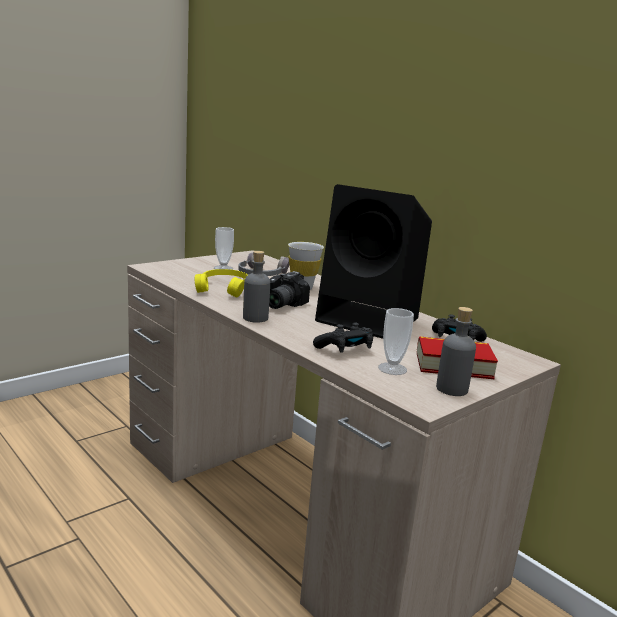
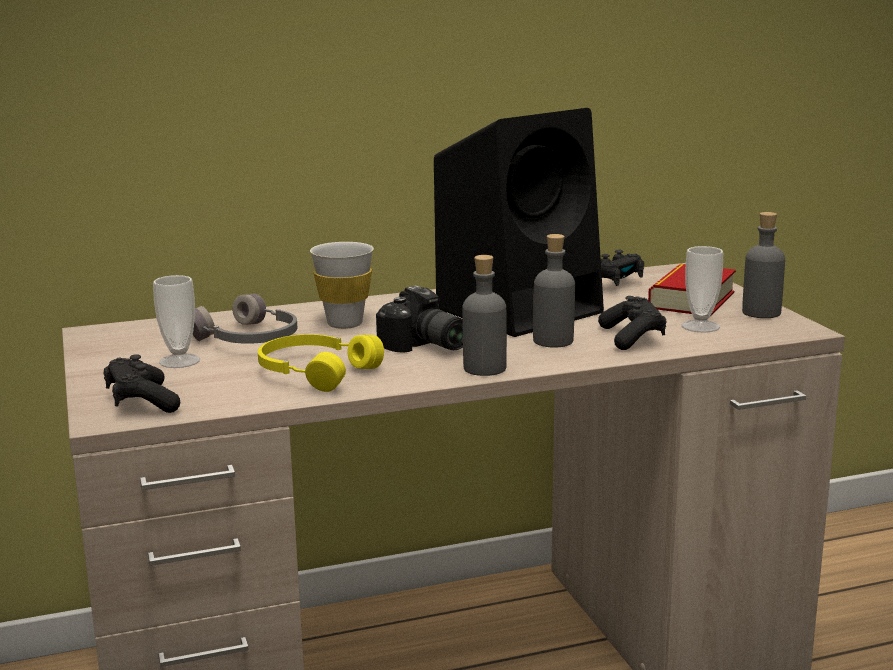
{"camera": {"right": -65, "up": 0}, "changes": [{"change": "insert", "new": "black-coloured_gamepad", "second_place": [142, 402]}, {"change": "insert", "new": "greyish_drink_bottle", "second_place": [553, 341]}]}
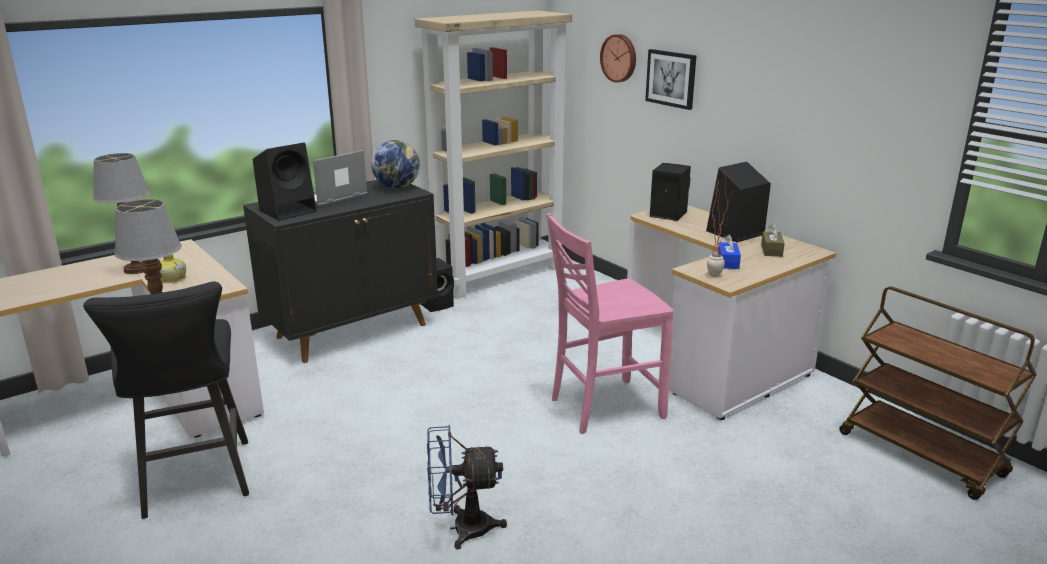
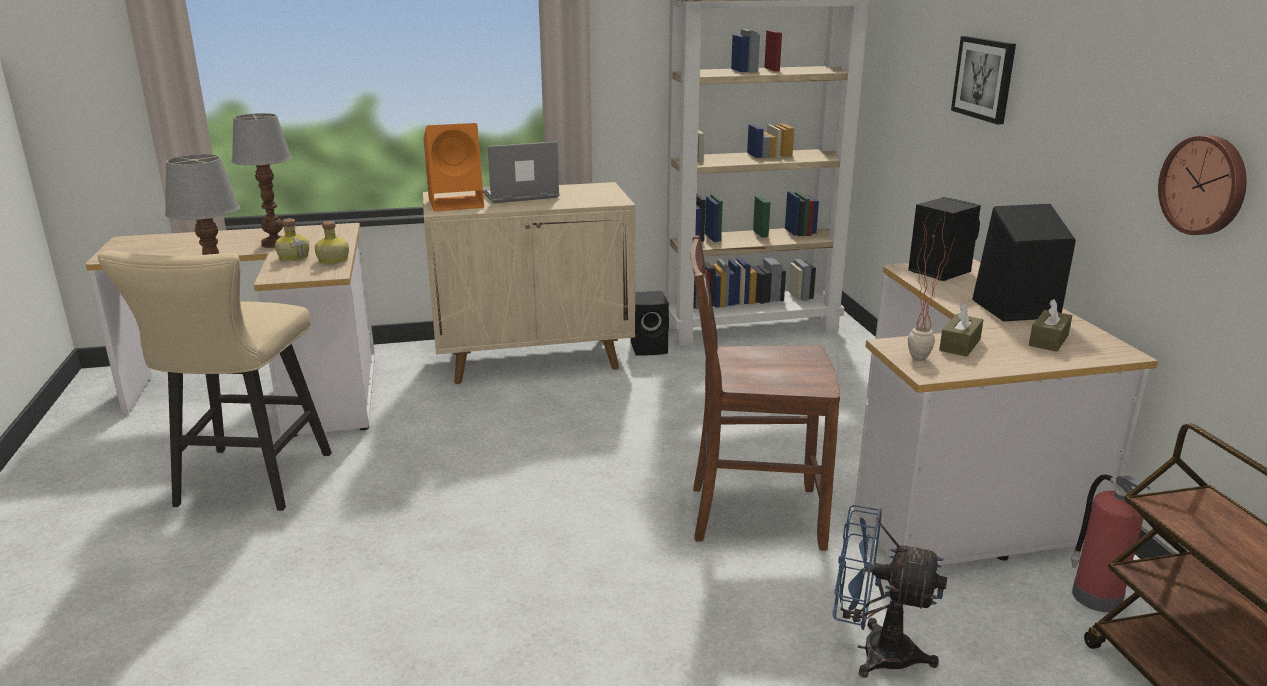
{"camera": {"right": 25, "up": 0}, "changes": [{"change": "delete", "old": "world_globe", "first_place": [397, 187]}, {"change": "insert", "new": "drink_bottle", "second_place": [332, 260]}, {"change": "insert", "new": "fire_extinguisher", "second_place": [1095, 595]}, {"change": "move", "old": "blue_fan", "first_place": [461, 528], "second_place": [873, 651]}, {"change": "move", "old": "clock_on_the_wall", "first_place": [619, 58], "second_place": [1205, 185]}, {"change": "recolor", "old": "black-coloured_stool_seat", "new": "beige_stool_seat", "first_place": [195, 483], "second_place": [247, 484]}, {"change": "recolor", "old": "black-coloured_cabinet", "new": "beige_cabinet", "first_place": [353, 330], "second_place": [535, 359]}, {"change": "recolor", "old": "black-coloured_audio_speaker", "new": "orangey_audio_speaker", "first_place": [289, 211], "second_place": [457, 203]}, {"change": "recolor", "old": "pinkish_upright_chair", "new": "brown_upright_chair", "first_place": [604, 407], "second_place": [752, 515]}, {"change": "recolor", "old": "blue_tissue_holder", "new": "brown_tissue_holder", "first_place": [728, 262], "second_place": [960, 345]}]}
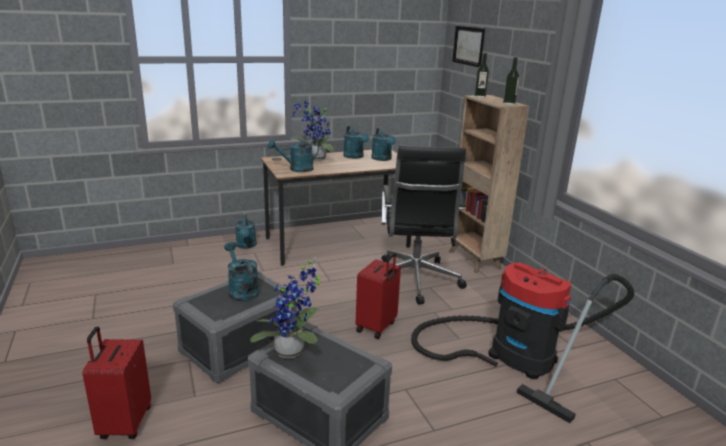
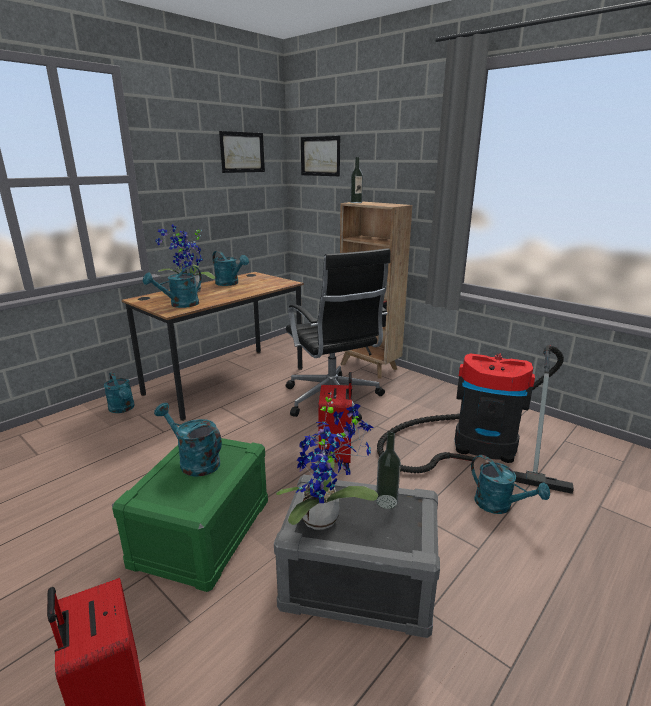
{"camera": {"right": -25, "up": 0}, "changes": [{"change": "insert", "new": "wall_art", "second_place": [242, 152]}, {"change": "move", "old": "turquoise-coloured_sprinkling_can", "first_place": [383, 159], "second_place": [499, 505]}, {"change": "move", "old": "drink_bottle", "first_place": [509, 103], "second_place": [386, 501]}, {"change": "recolor", "old": "greyish_storage_box", "new": "green-coloured_storage_box", "first_place": [239, 347], "second_place": [203, 533]}]}
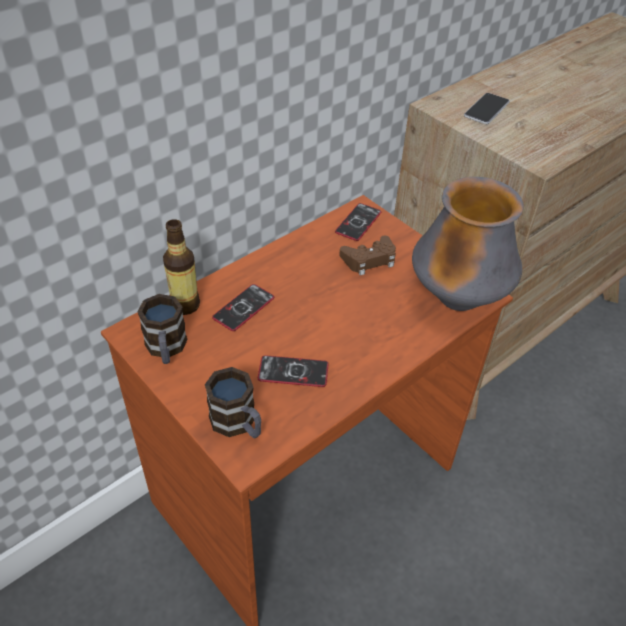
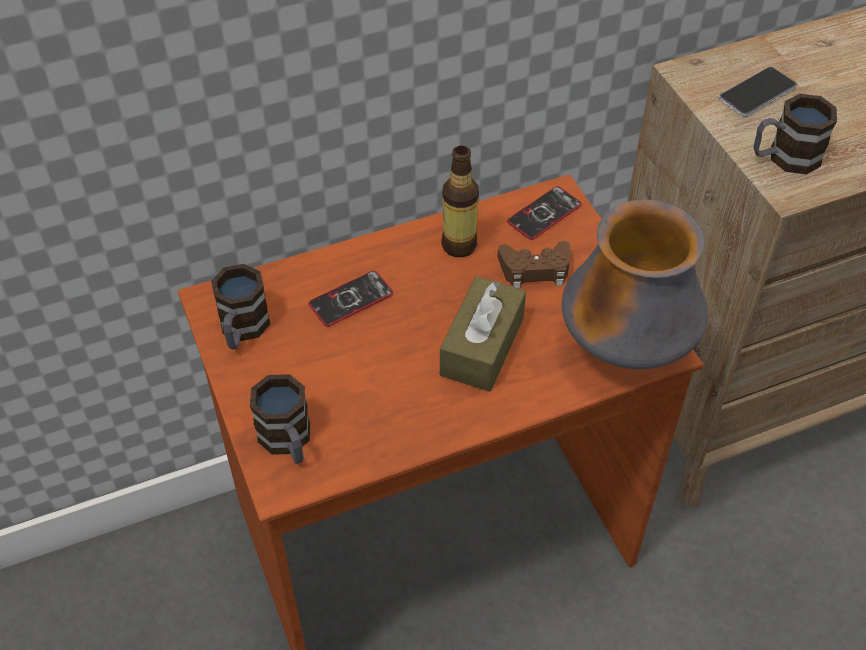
{"camera": {"right": 20, "up": 5}, "changes": [{"change": "delete", "old": "handset", "first_place": [293, 372]}, {"change": "insert", "new": "brown_tissue_holder", "second_place": [482, 346]}, {"change": "insert", "new": "tea_mug", "second_place": [784, 158]}, {"change": "move", "old": "drink_bottle", "first_place": [185, 305], "second_place": [459, 245]}]}
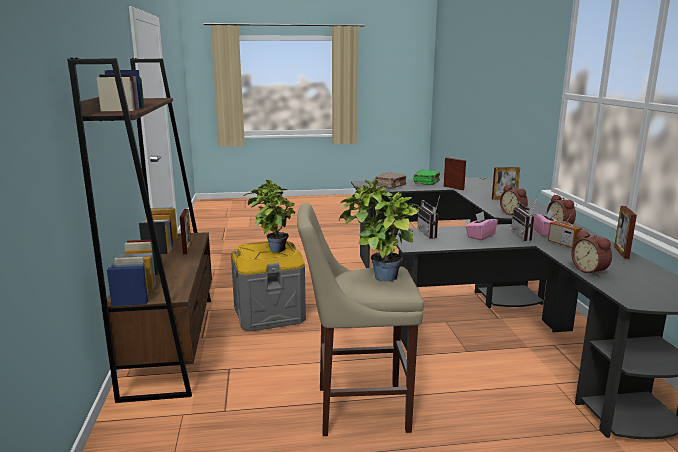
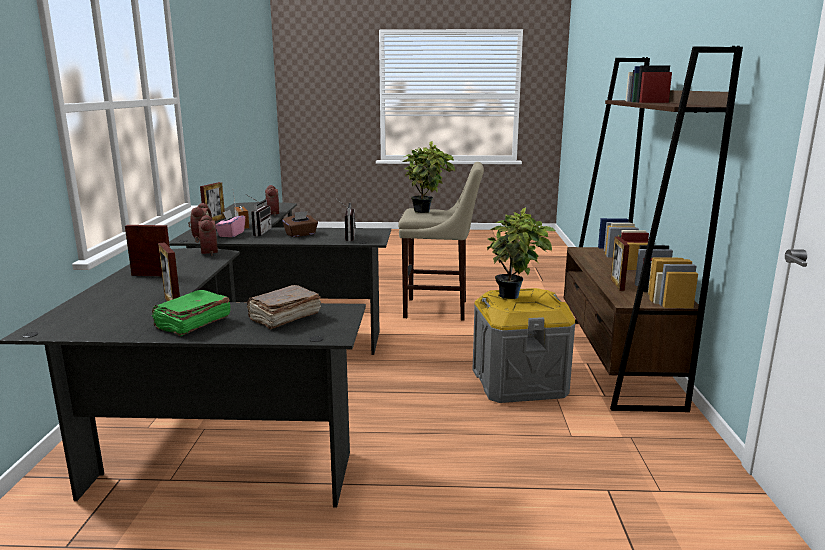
{"camera": {"right": -170, "up": 0}, "changes": [{"change": "recolor", "old": "pinkish_tissue_holder", "new": "brown_tissue_holder", "first_place": [480, 236], "second_place": [301, 234]}]}
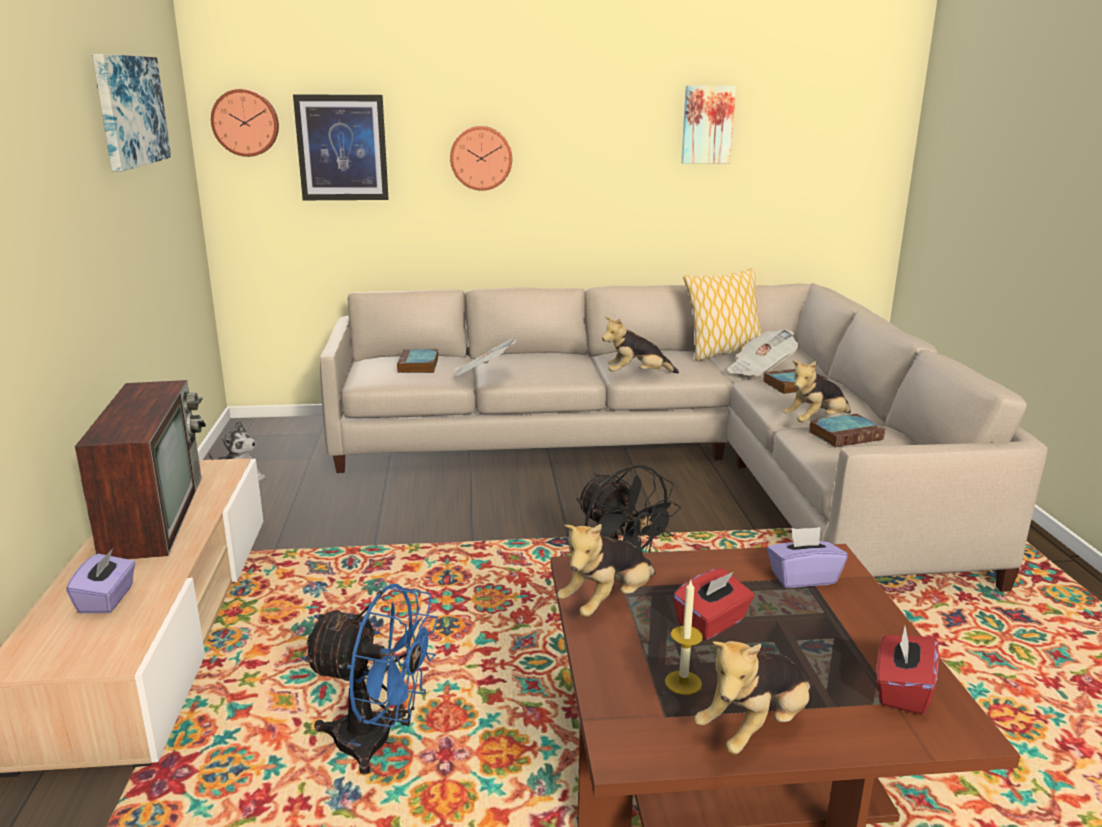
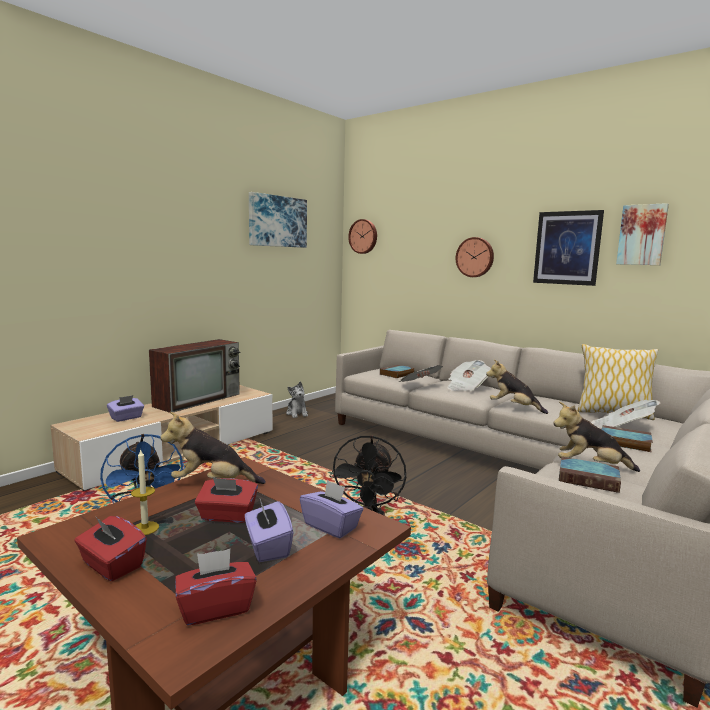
{"camera": {"right": 45, "up": -10}, "changes": [{"change": "insert", "new": "purplish_tissue_holder", "second_place": [267, 547]}, {"change": "insert", "new": "newspaper", "second_place": [466, 387]}, {"change": "move", "old": "wall_art", "first_place": [342, 148], "second_place": [567, 248]}, {"change": "replace", "old": "plush_toy", "new": "reddish_tissue_holder", "first_place": [755, 728], "second_place": [111, 565]}]}
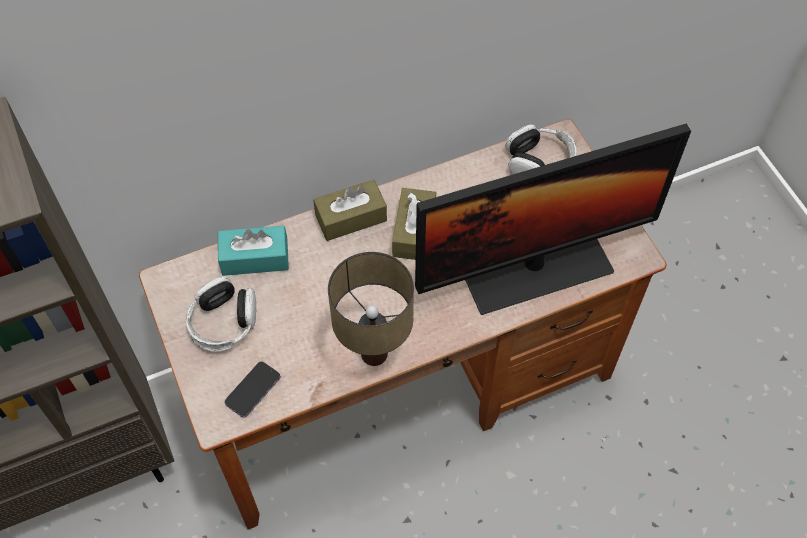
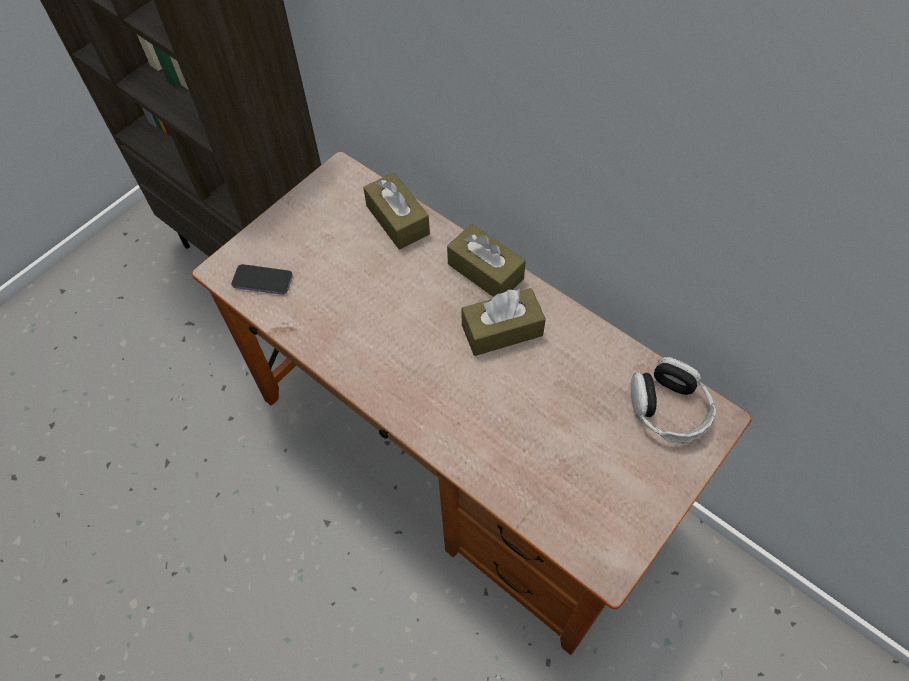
{"camera": {"right": 65, "up": 0}, "changes": [{"change": "delete", "old": "headset", "first_place": [224, 322]}, {"change": "delete", "old": "table_lamp", "first_place": [373, 353]}, {"change": "delete", "old": "computer_screen", "first_place": [535, 267]}, {"change": "recolor", "old": "turquoise-coloured_tissue_holder", "new": "brown_tissue_holder", "first_place": [255, 258], "second_place": [397, 220]}]}
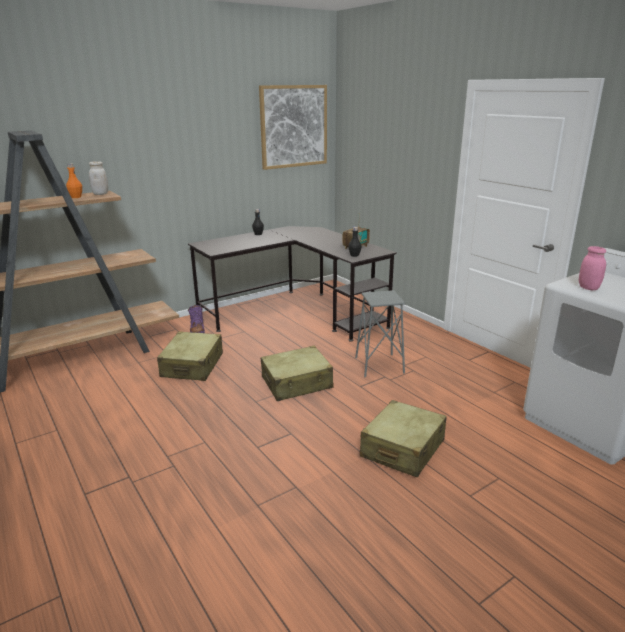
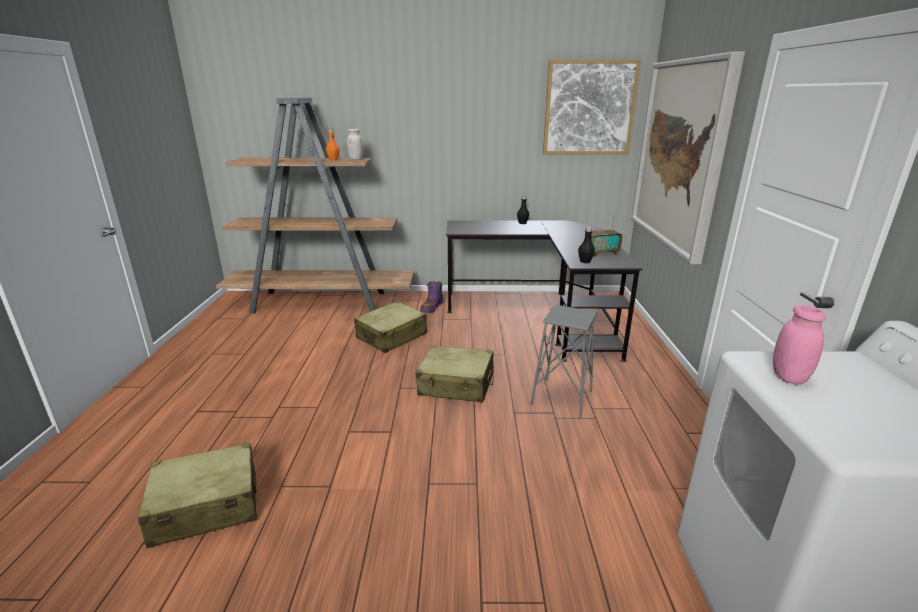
{"camera": {"right": 35, "up": 0}, "changes": [{"change": "insert", "new": "wall_art", "second_place": [680, 155]}, {"change": "move", "old": "beige_piece_of_luggage", "first_place": [402, 449], "second_place": [206, 506]}]}
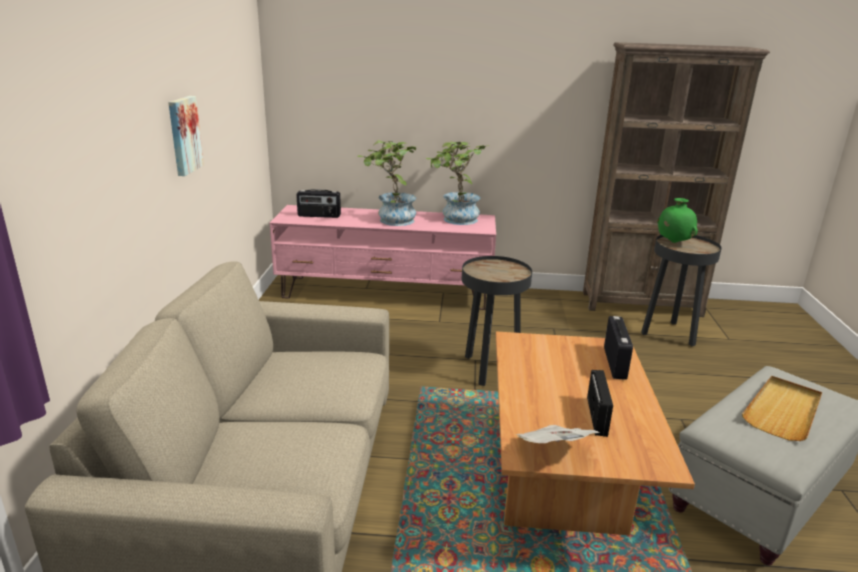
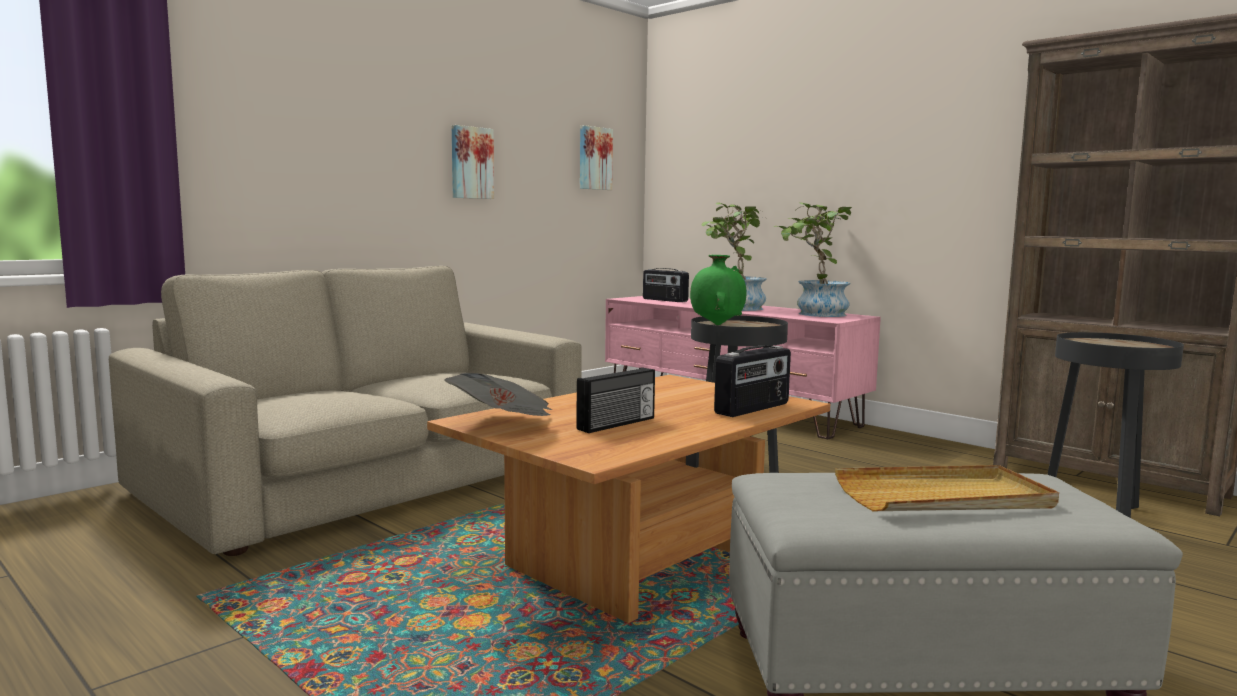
{"camera": {"right": 40, "up": -15}, "changes": [{"change": "insert", "new": "wall_art", "second_place": [594, 158]}, {"change": "move", "old": "green-coloured_decorative_vase", "first_place": [673, 242], "second_place": [717, 325]}]}
